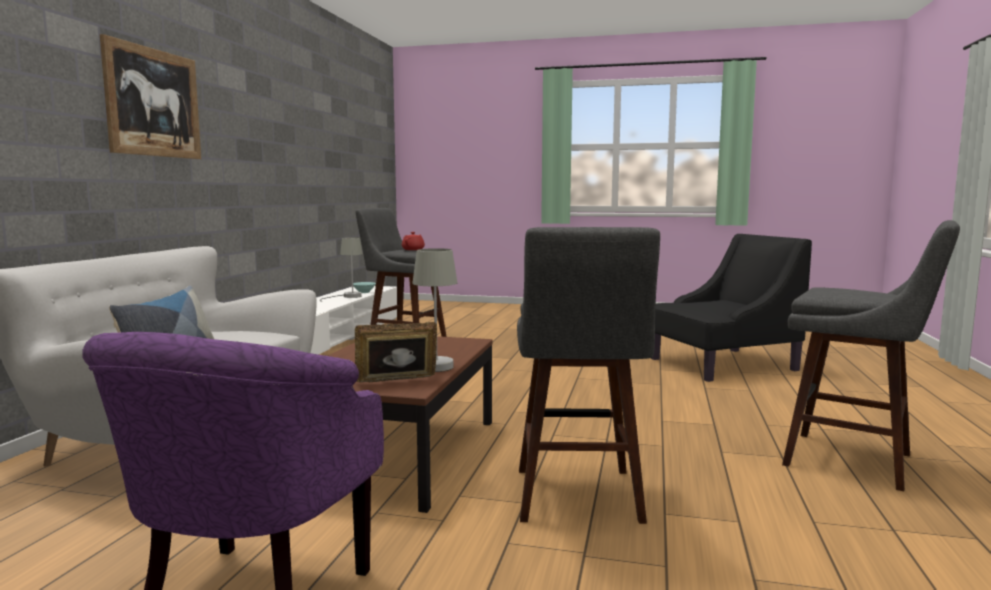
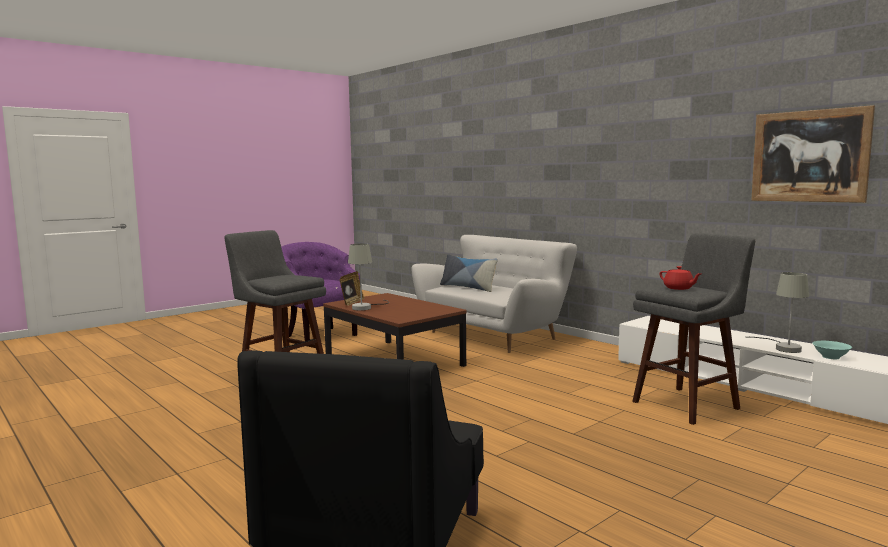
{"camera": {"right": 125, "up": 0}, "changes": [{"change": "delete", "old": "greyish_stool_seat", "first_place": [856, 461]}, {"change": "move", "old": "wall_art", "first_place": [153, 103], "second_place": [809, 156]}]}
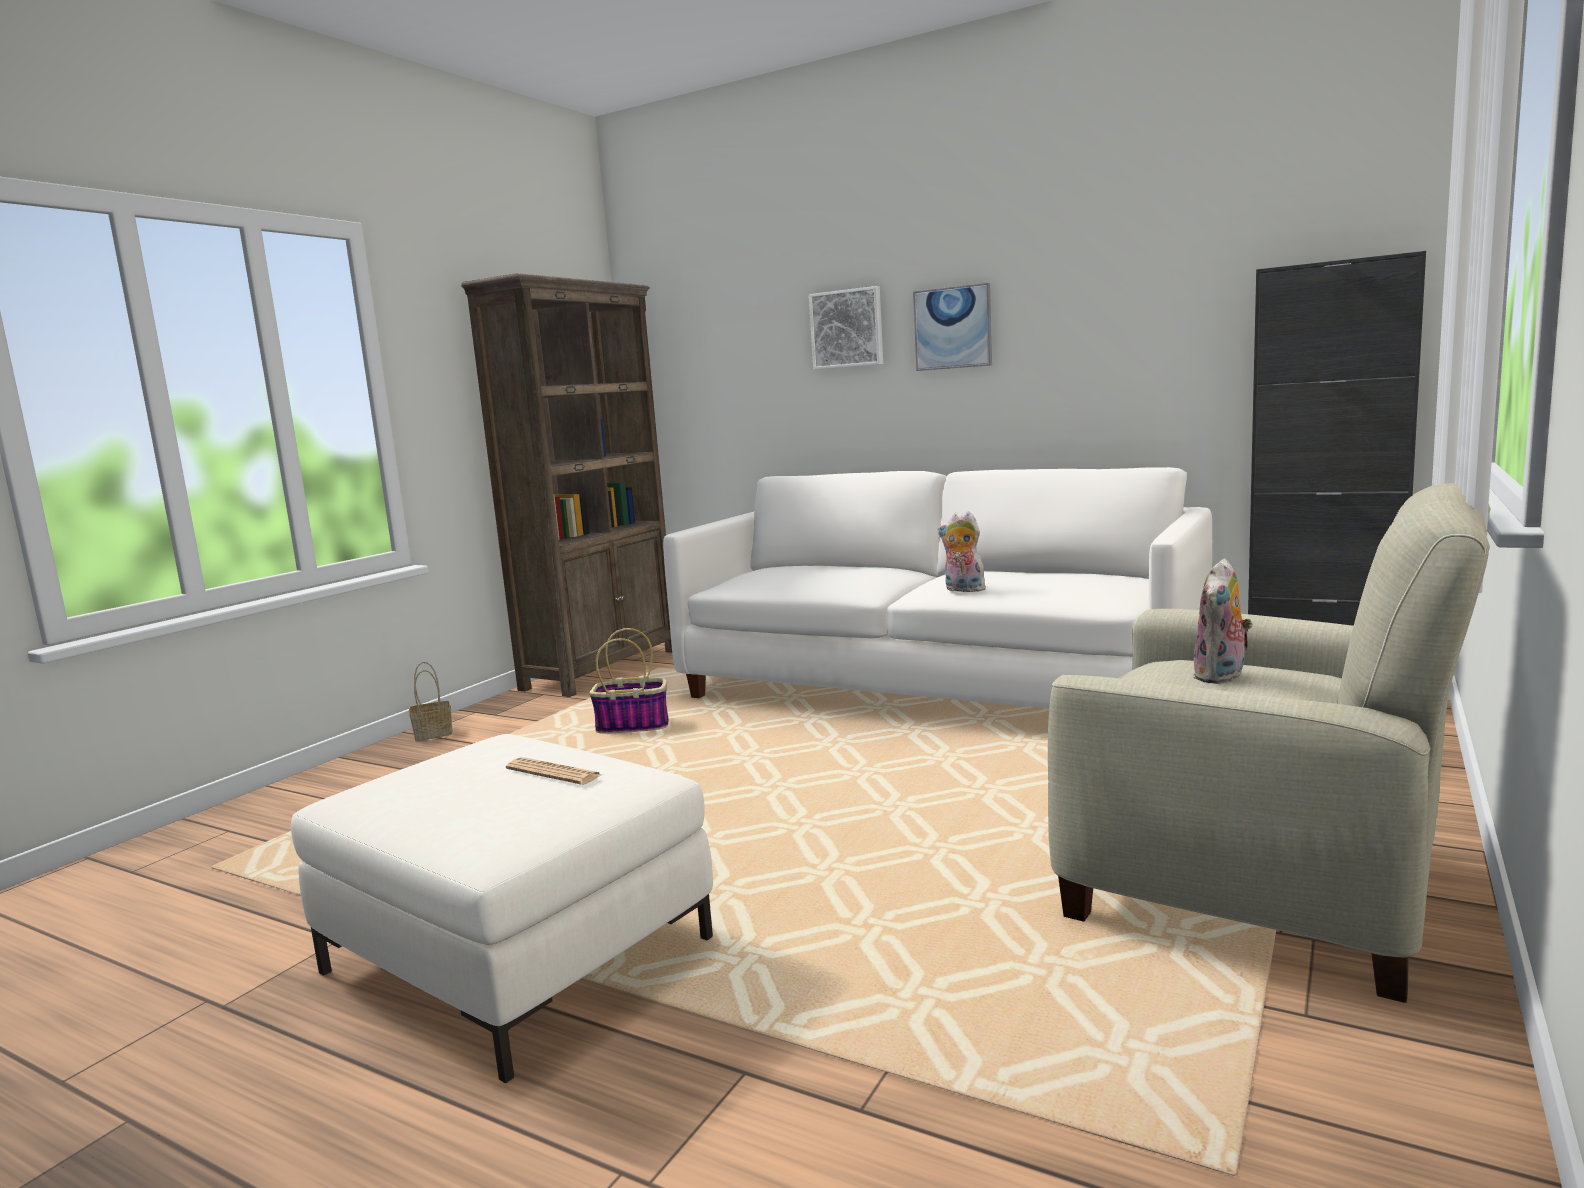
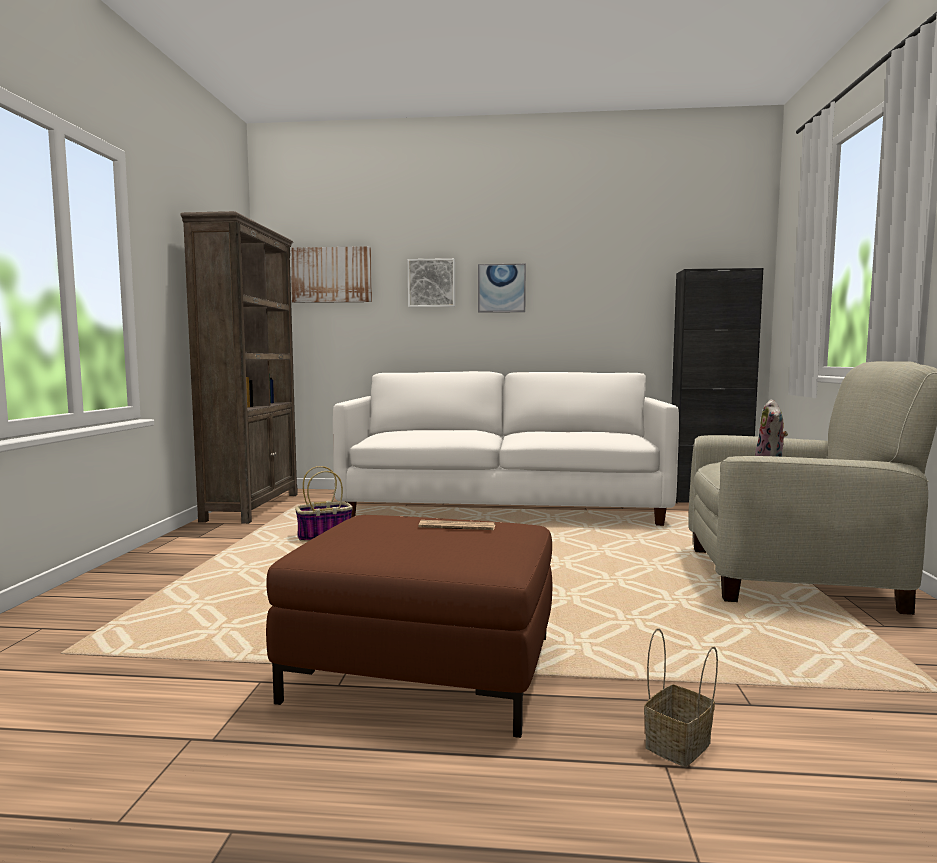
{"camera": {"right": -25, "up": -5}, "changes": [{"change": "delete", "old": "plush_toy", "first_place": [962, 590]}, {"change": "insert", "new": "wall_art", "second_place": [331, 275]}, {"change": "move", "old": "household_basket", "first_place": [432, 734], "second_place": [678, 746]}, {"change": "recolor", "old": "whitish_ottoman", "new": "brown_ottoman", "first_place": [516, 955], "second_place": [423, 668]}]}
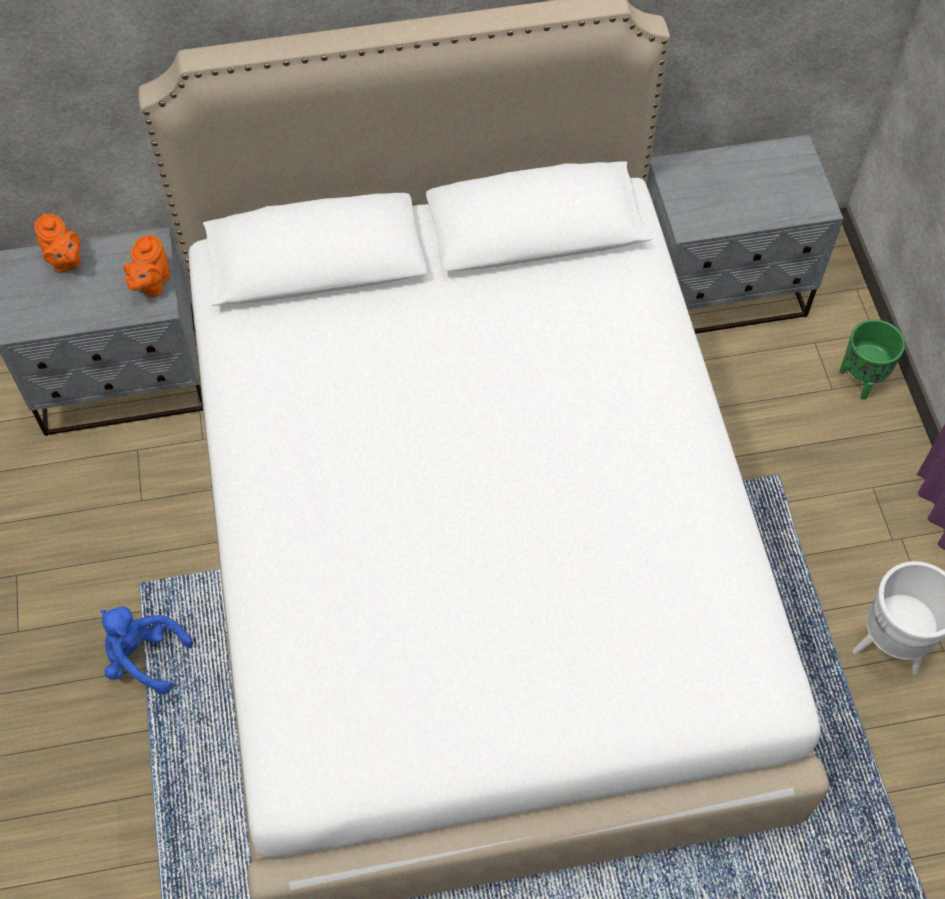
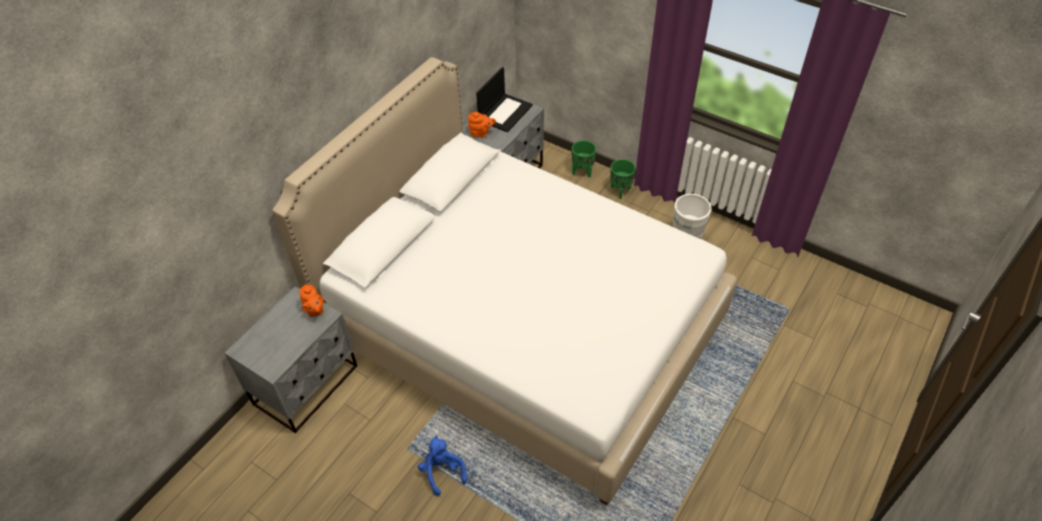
{"camera": {"right": -45, "up": -10}, "changes": [{"change": "insert", "new": "notebook_computer", "second_place": [505, 112]}, {"change": "insert", "new": "green-coloured_flower_pot", "second_place": [620, 191]}, {"change": "move", "old": "orangey_teapot", "first_place": [65, 262], "second_place": [481, 133]}, {"change": "rotate", "old": "blue_plush_toy", "first_place": [144, 657], "second_place": [442, 471], "degrees": 90}]}
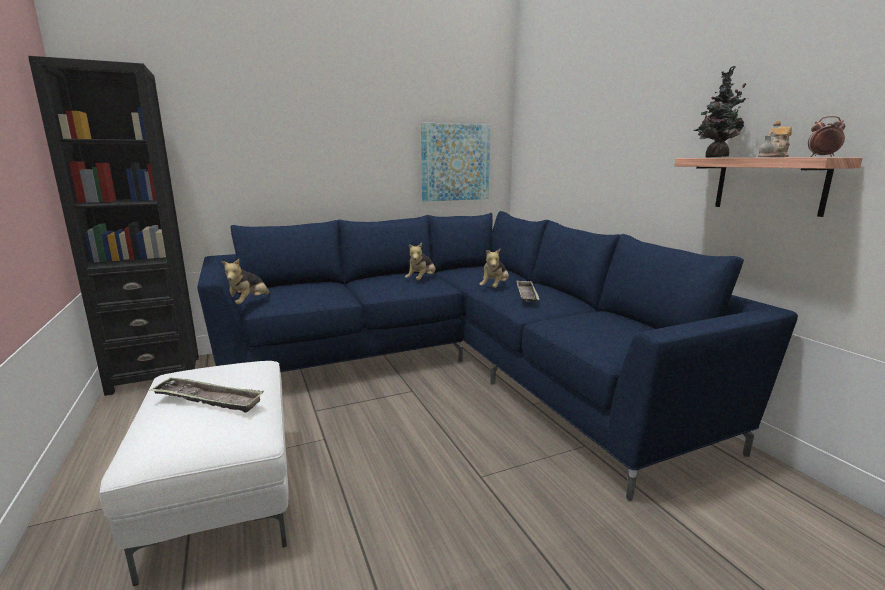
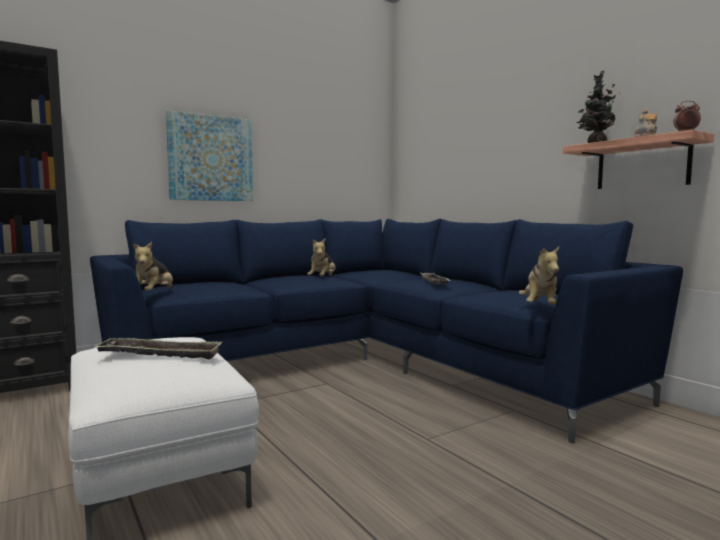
{"camera": {"right": -10, "up": -10}, "changes": [{"change": "move", "old": "wall_art", "first_place": [455, 162], "second_place": [210, 158]}, {"change": "move", "old": "plush_toy", "first_place": [495, 288], "second_place": [540, 307]}]}
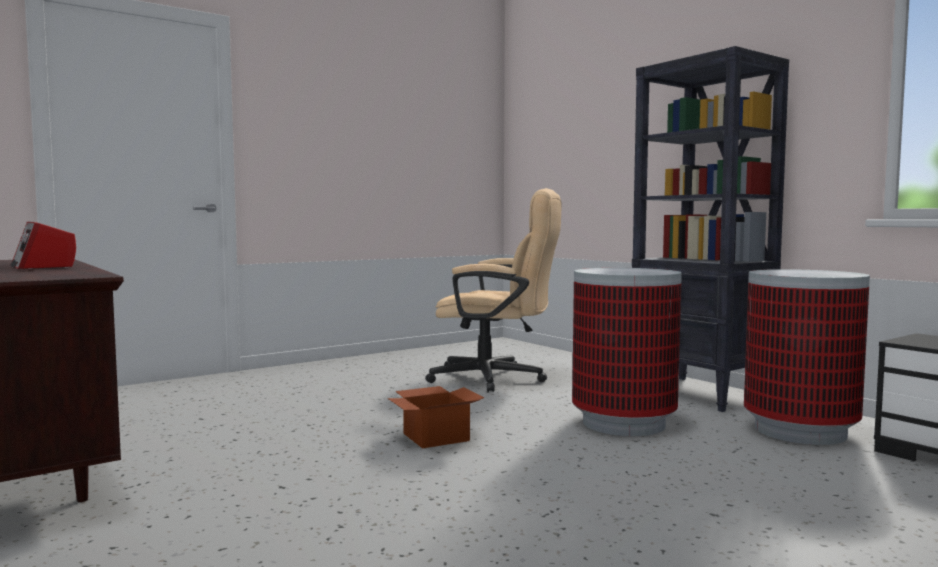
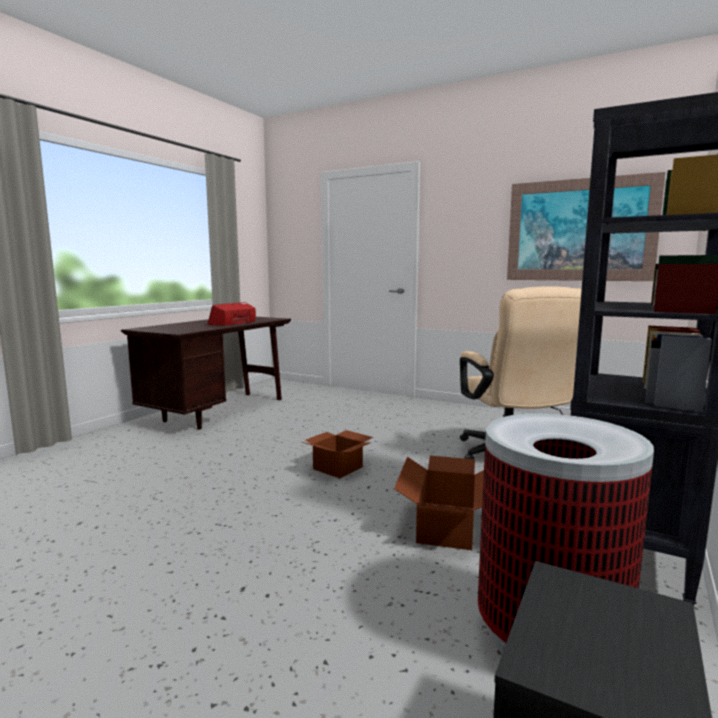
{"camera": {"right": 65, "up": 5}, "changes": [{"change": "insert", "new": "wall_art", "second_place": [579, 230]}, {"change": "replace", "old": "waste_bin", "new": "cardboard_box", "first_place": [623, 423], "second_place": [445, 525]}]}
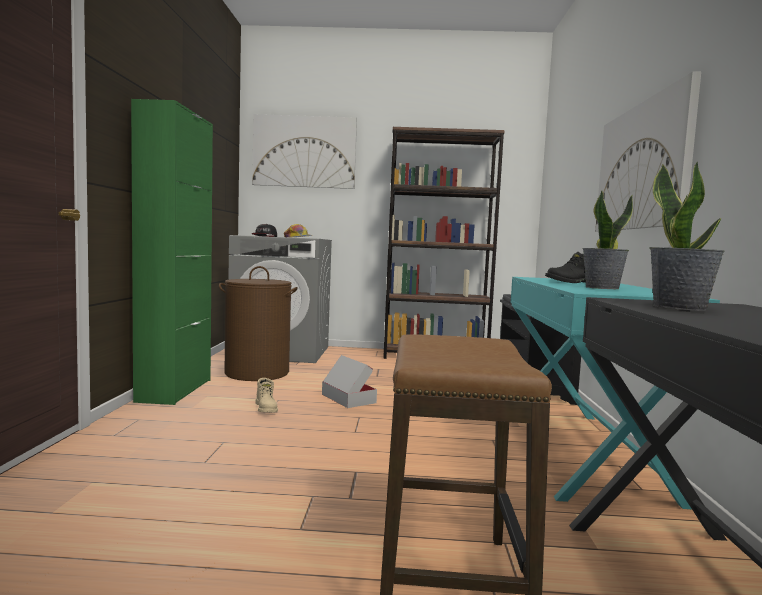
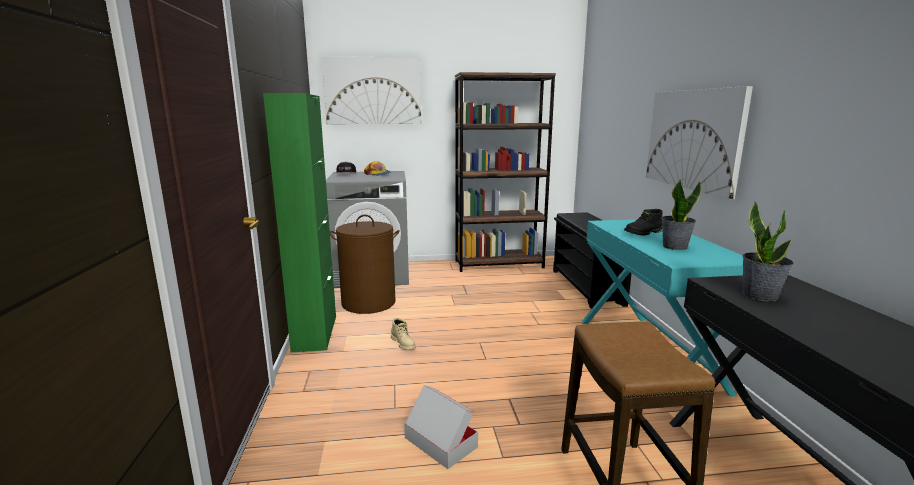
{"camera": {"right": -10, "up": 10}, "changes": [{"change": "move", "old": "cardboard_box", "first_place": [348, 398], "second_place": [440, 442]}]}
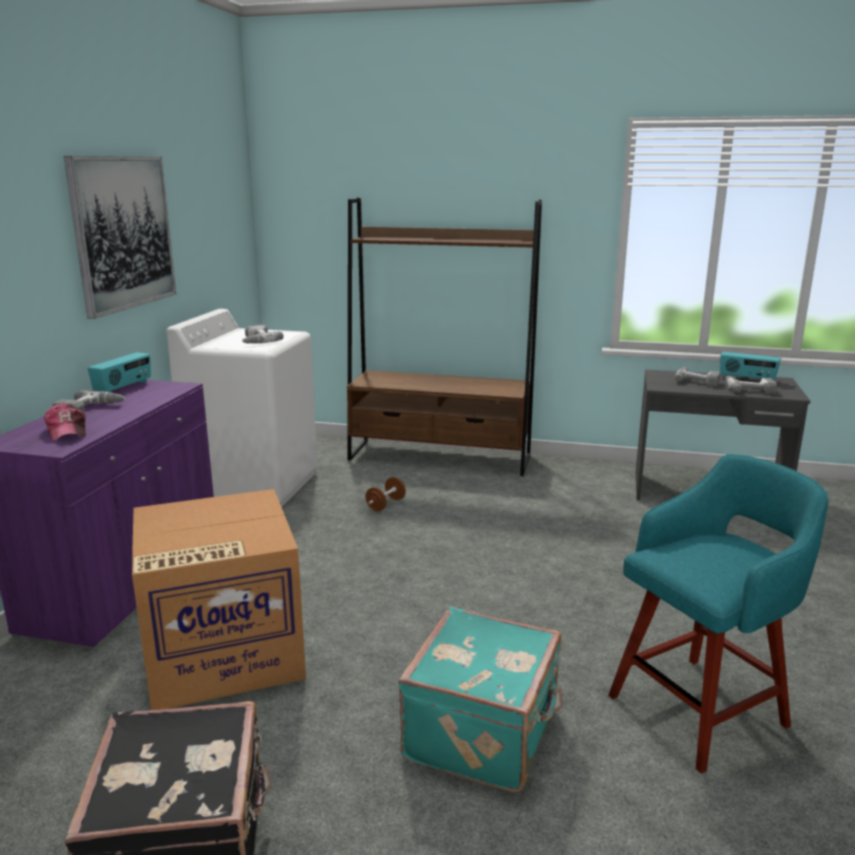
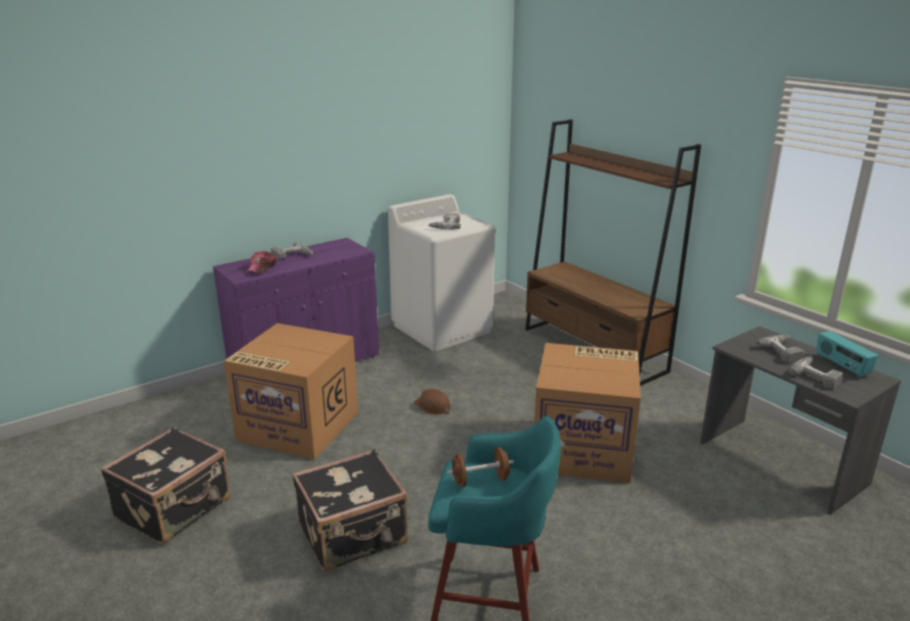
{"camera": {"right": 40, "up": 5}, "changes": [{"change": "delete", "old": "wall_art", "first_place": [123, 233]}, {"change": "delete", "old": "radio_set", "first_place": [124, 388]}, {"change": "insert", "new": "brown_safety_helmet", "second_place": [433, 406]}, {"change": "insert", "new": "cardboard_box", "second_place": [584, 448]}, {"change": "move", "old": "brown_hand_weight", "first_place": [385, 505], "second_place": [480, 480]}, {"change": "recolor", "old": "turquoise-coloured_piece_of_luggage", "new": "black-coloured_piece_of_luggage", "first_place": [484, 733], "second_place": [354, 535]}]}
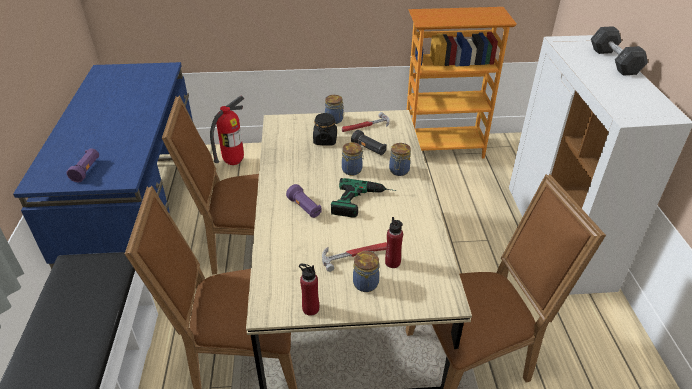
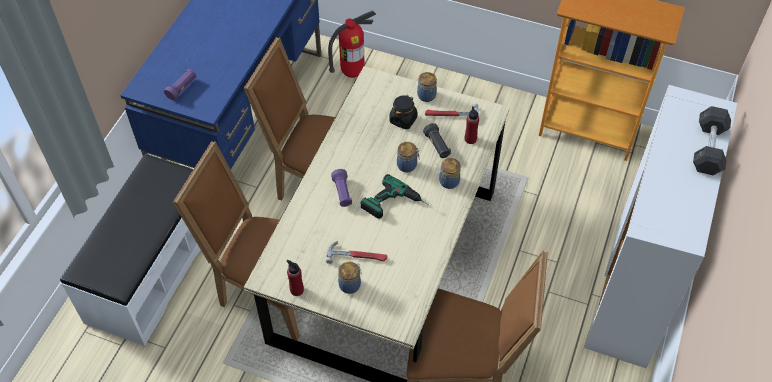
{"camera": {"right": 25, "up": 15}, "changes": [{"change": "move", "old": "reddish_drink_bottle", "first_place": [392, 262], "second_place": [470, 139]}]}
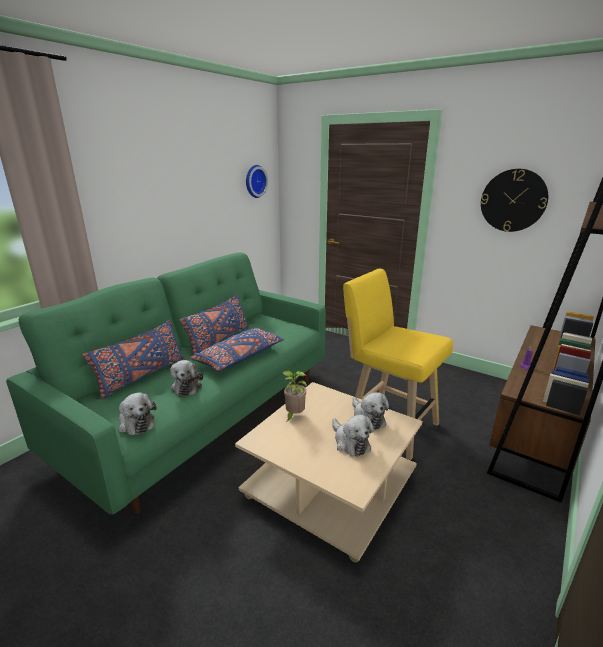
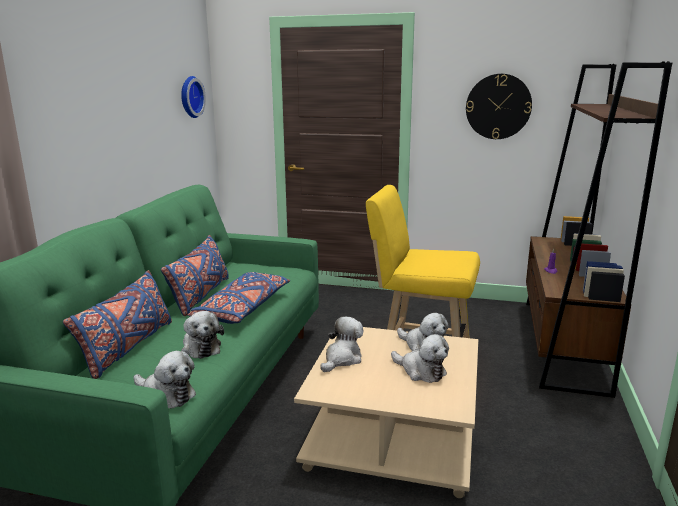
{"camera": {"right": -20, "up": -5}, "changes": [{"change": "replace", "old": "houseplant", "new": "plush_toy", "first_place": [294, 415], "second_place": [342, 359]}]}
